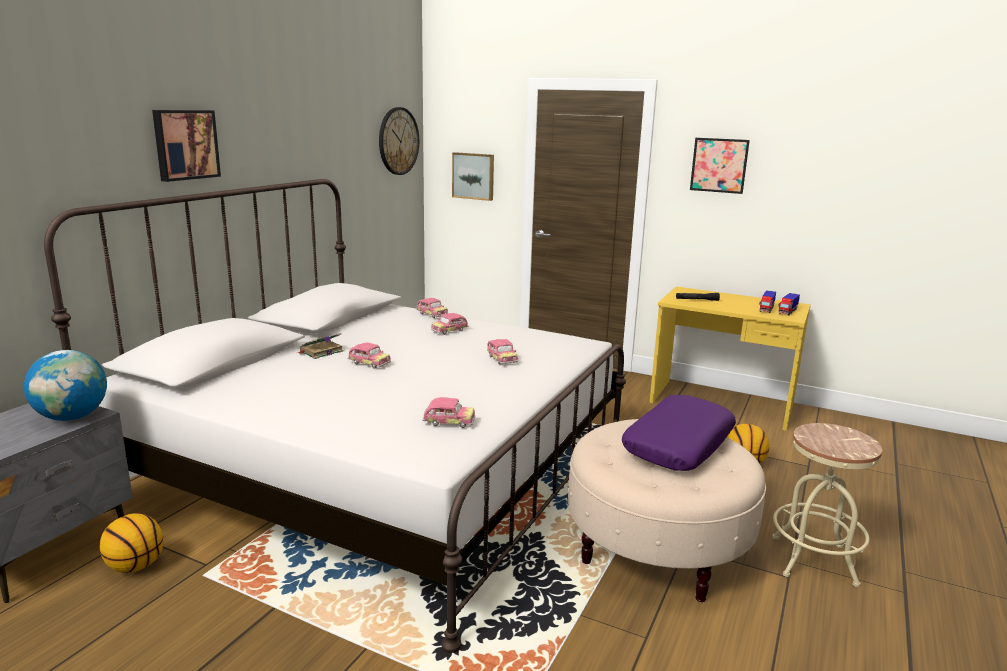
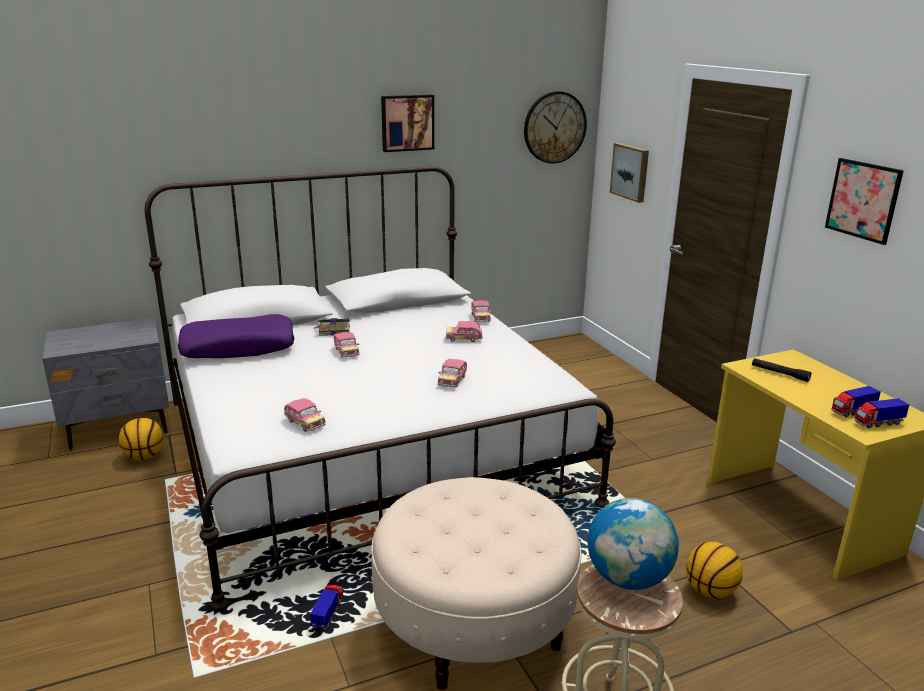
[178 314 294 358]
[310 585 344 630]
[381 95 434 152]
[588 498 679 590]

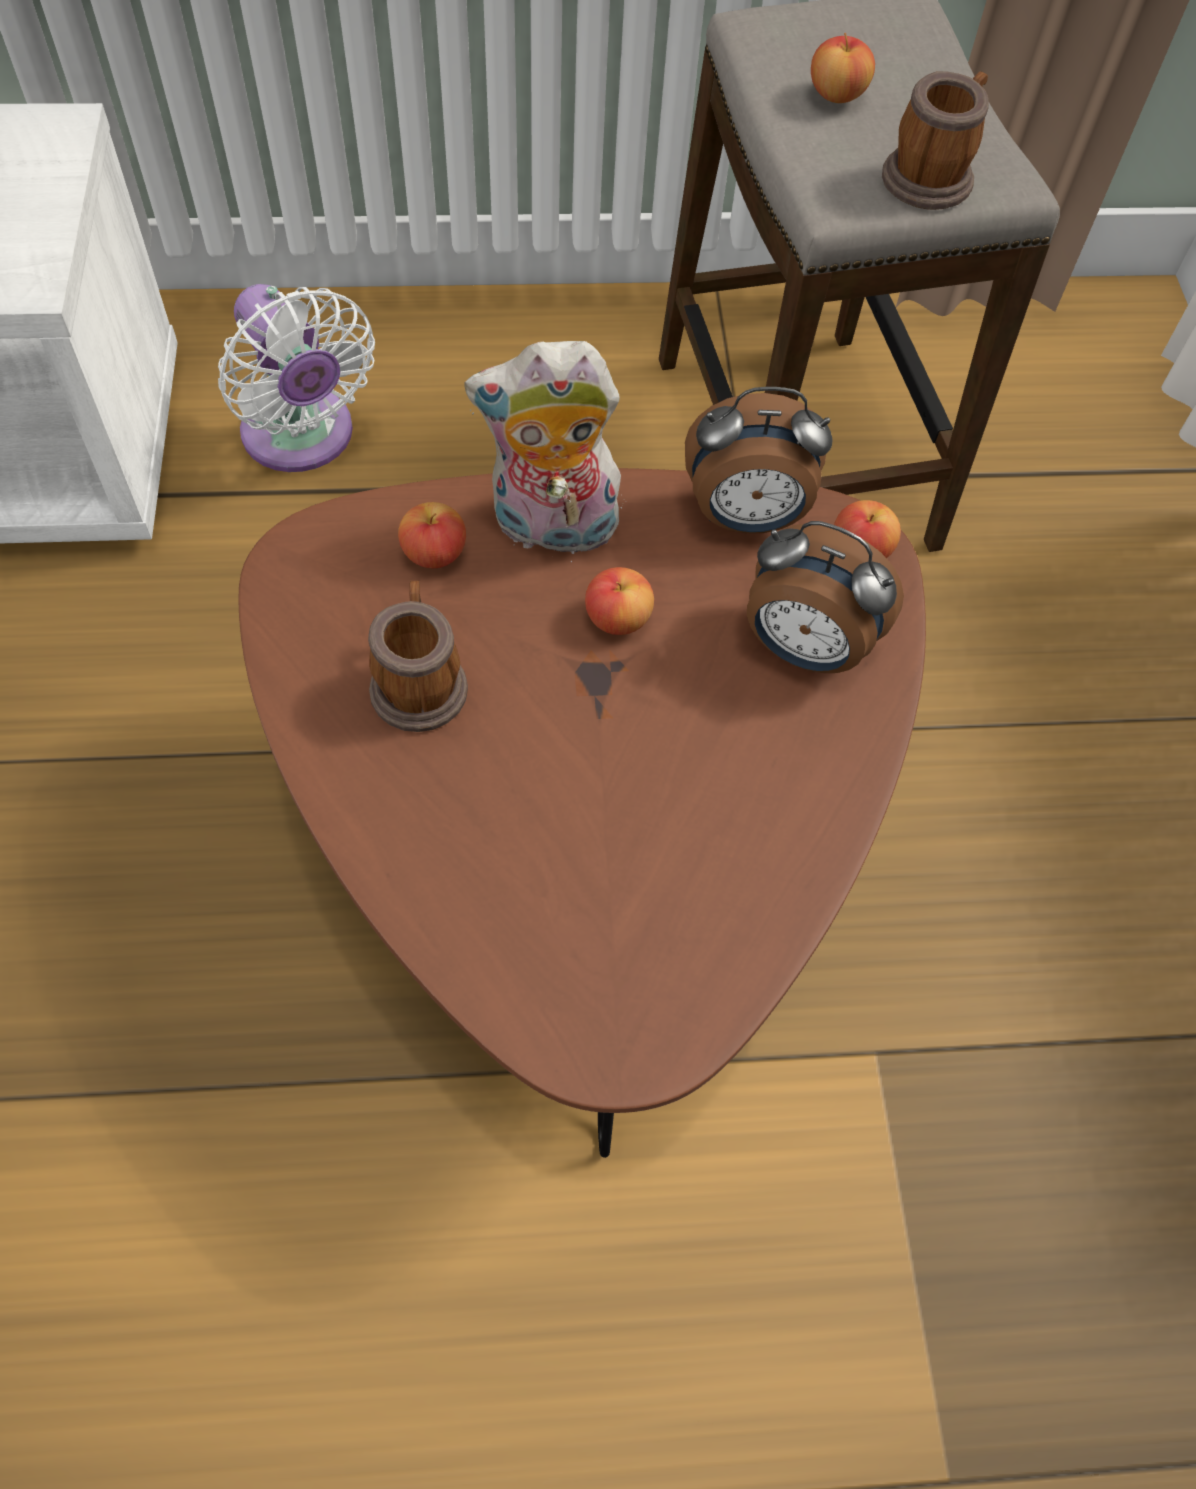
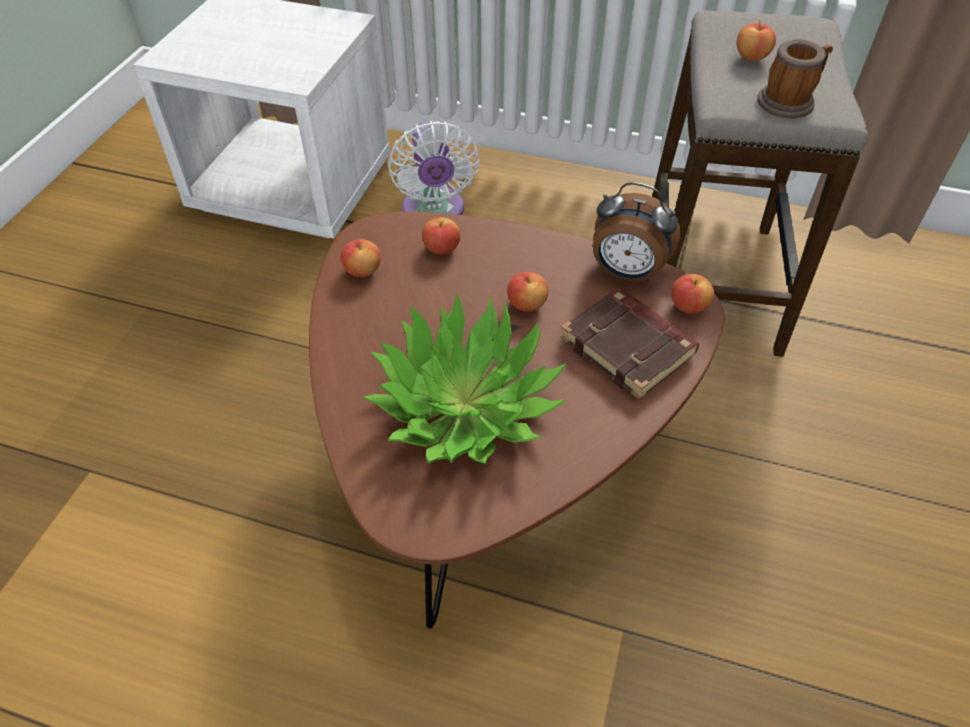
[341 239 381 277]
[363 294 567 464]
[560 288 699 399]
[368 581 468 732] (first image)
[464 341 622 562] (first image)

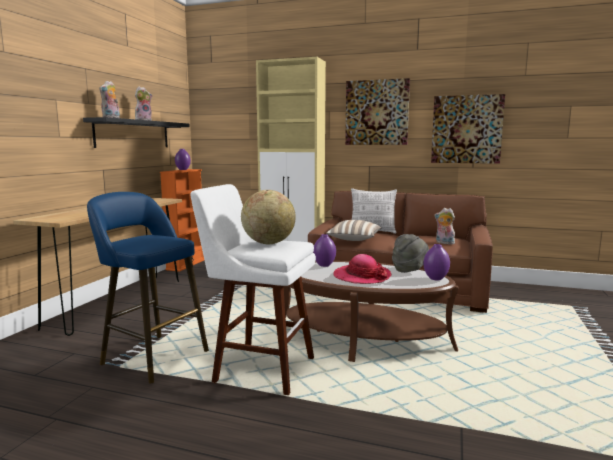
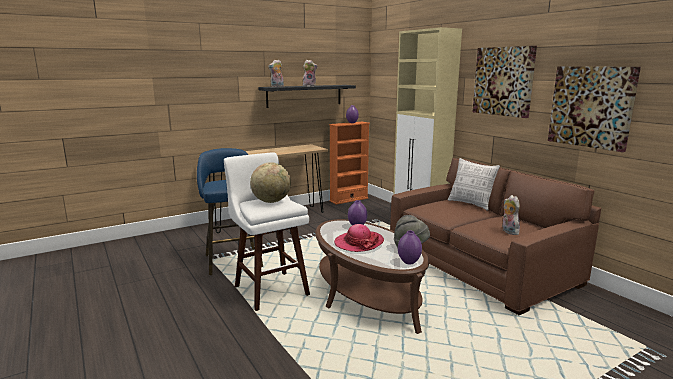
[326 220 381 241] (first image)

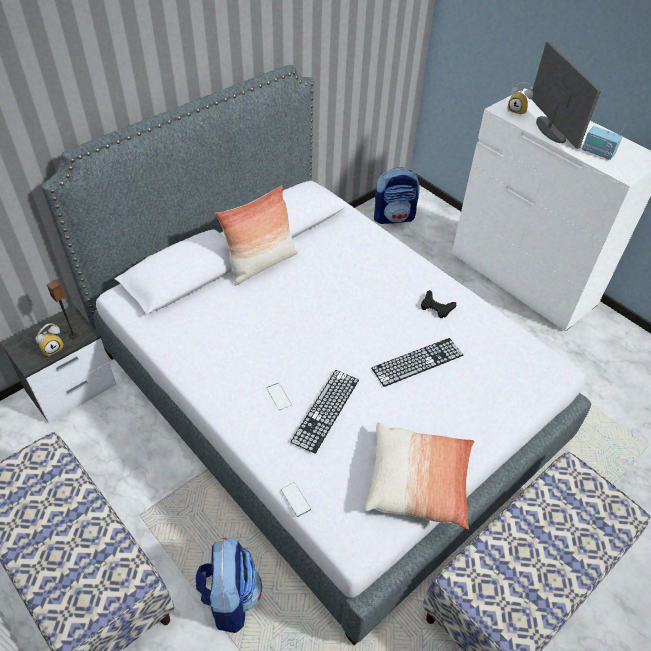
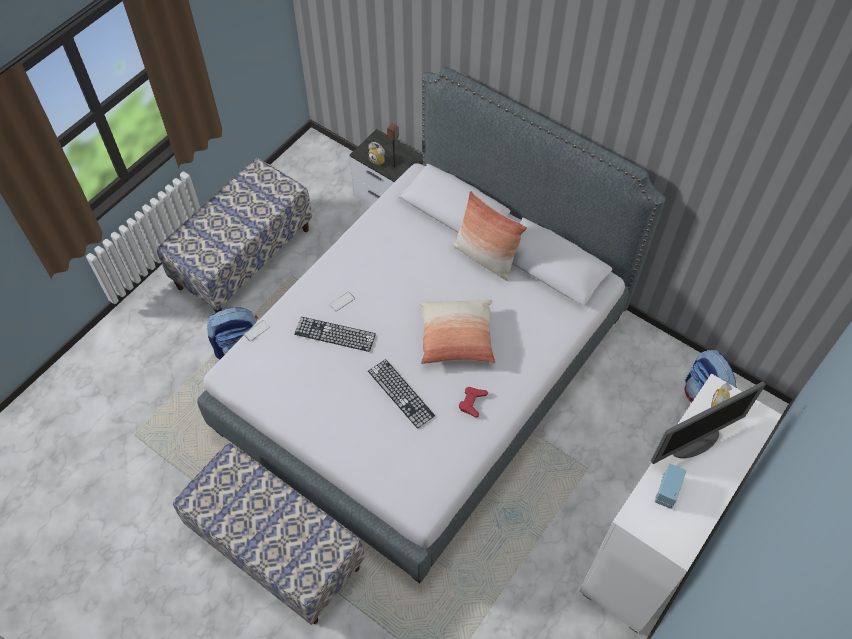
[419 300 495 364]
[459 387 488 418]

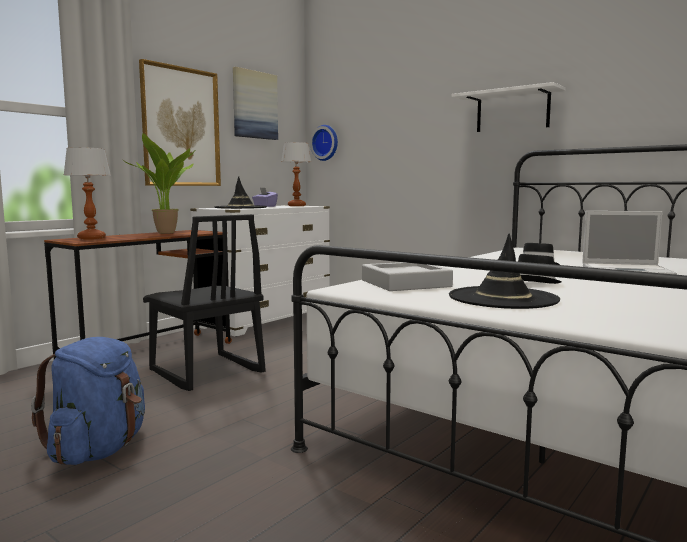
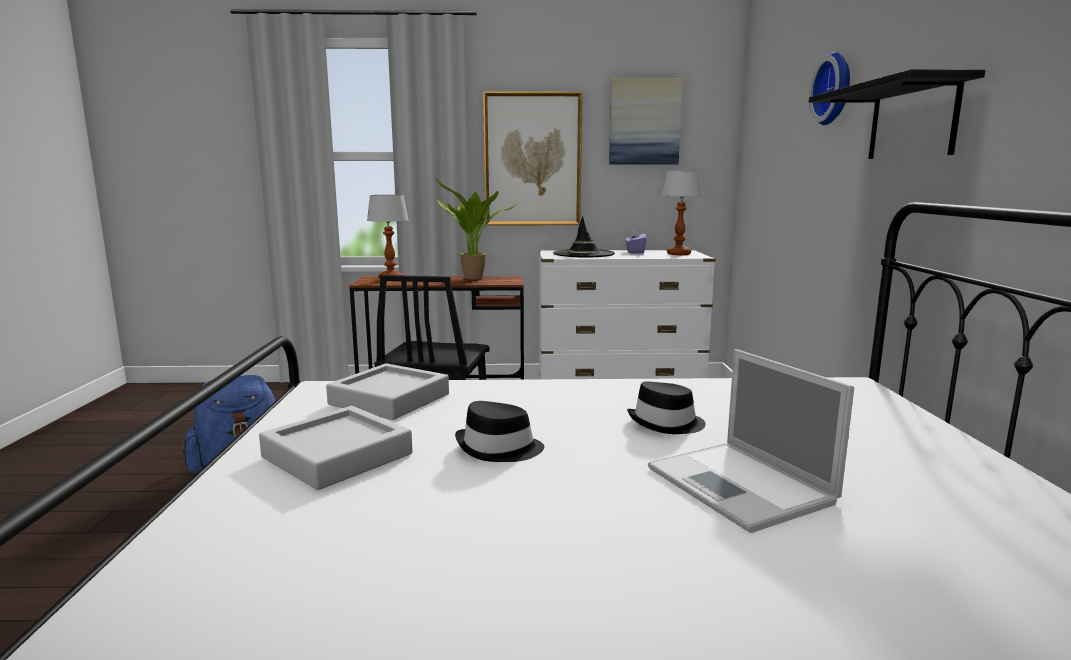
[259 406 412 490]
[809 52 850 125]
[809 69 985 159]

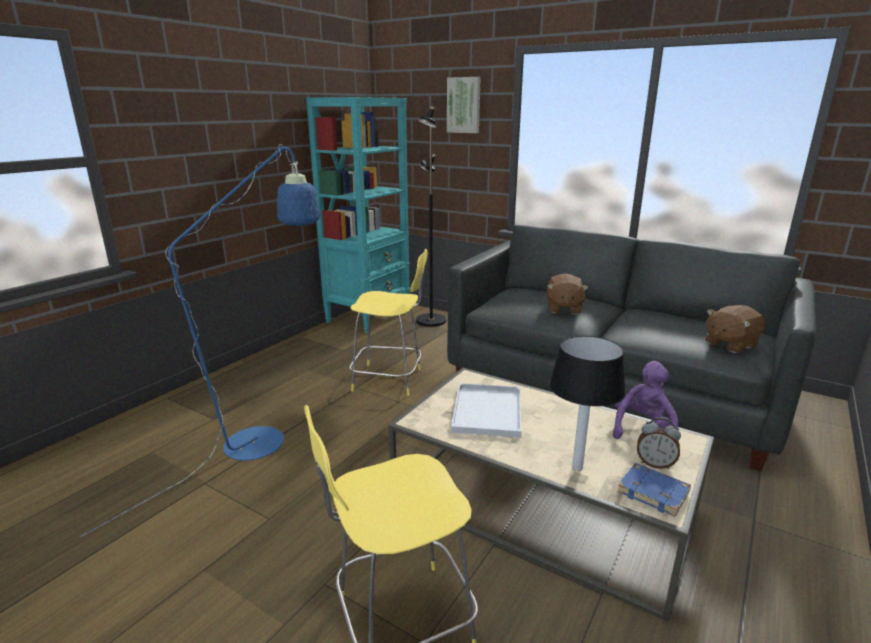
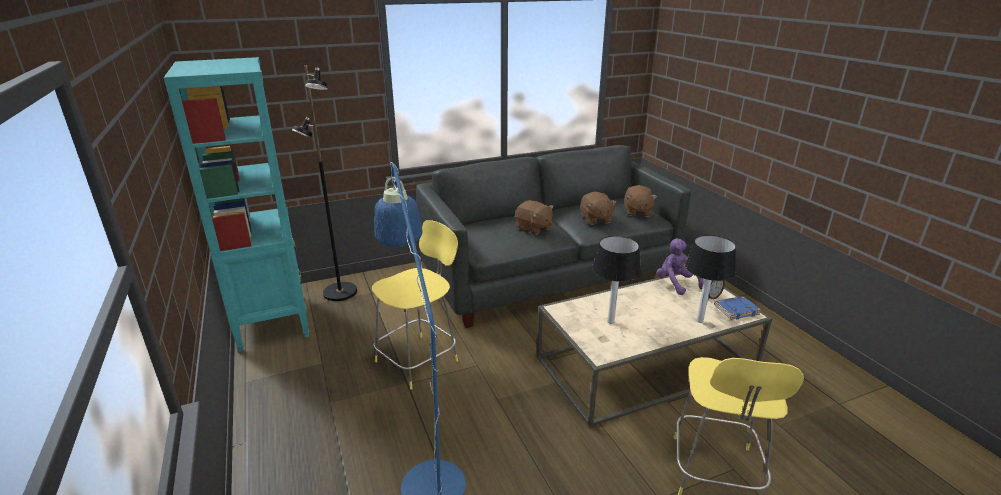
[581 192 617 225]
[593 236 641 324]
[447 77 481 133] (first image)

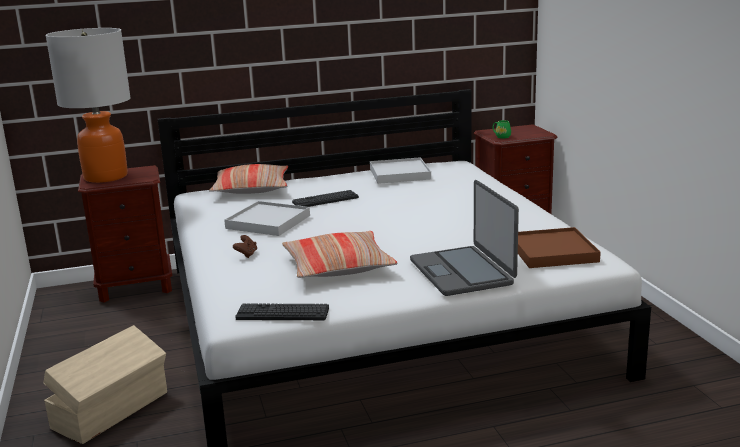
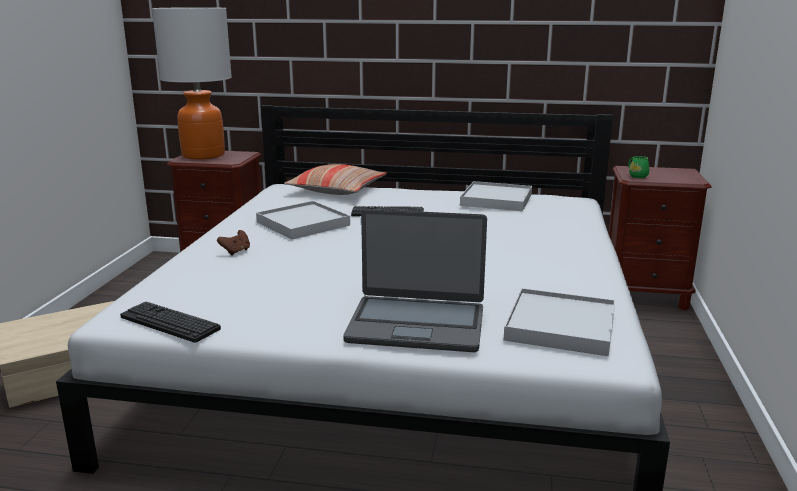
[343 209 487 352]
[504 288 615 356]
[282 231 397 278] (first image)

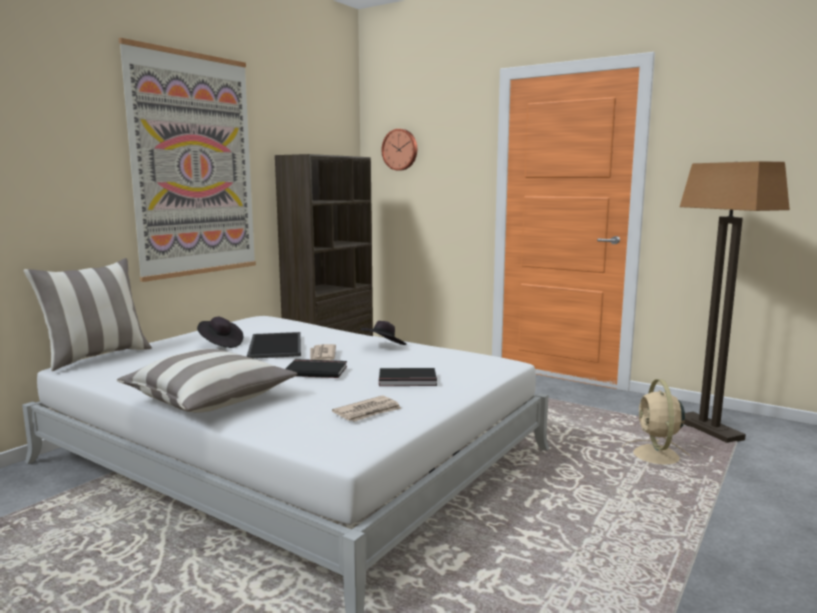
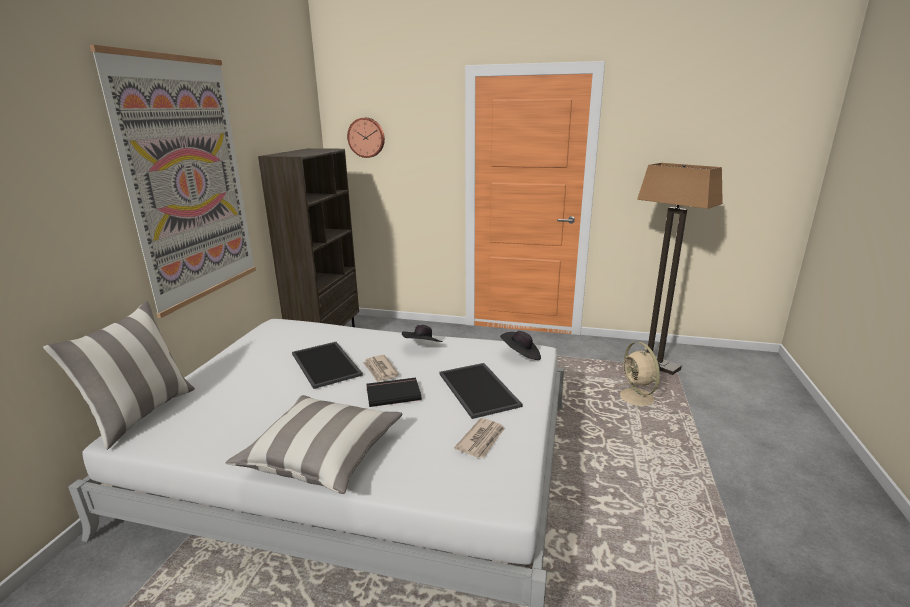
[439 363 523 419]
[500 331 541 360]

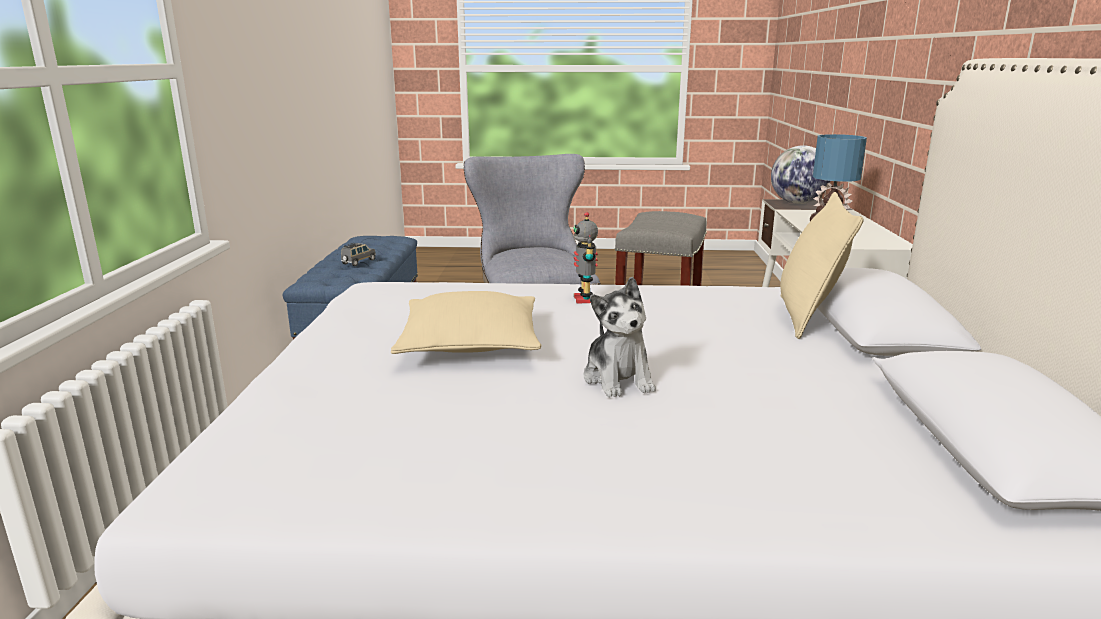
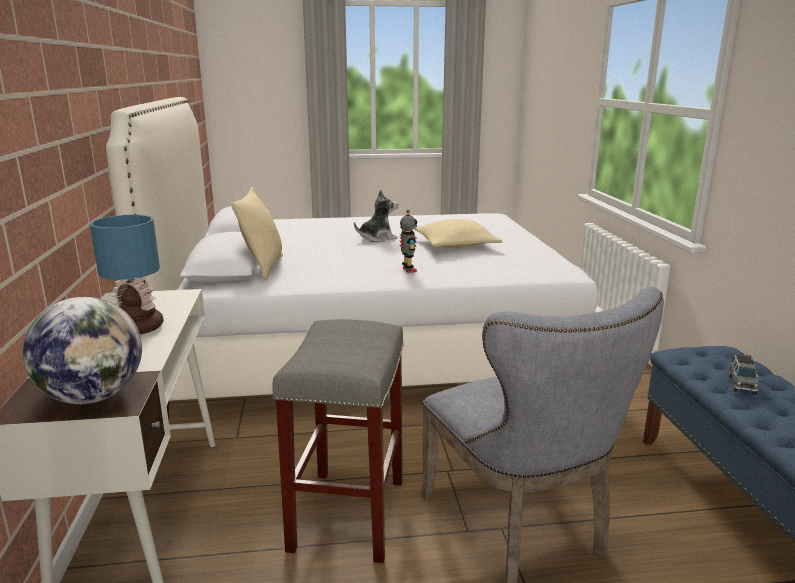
[354 190 398 242]

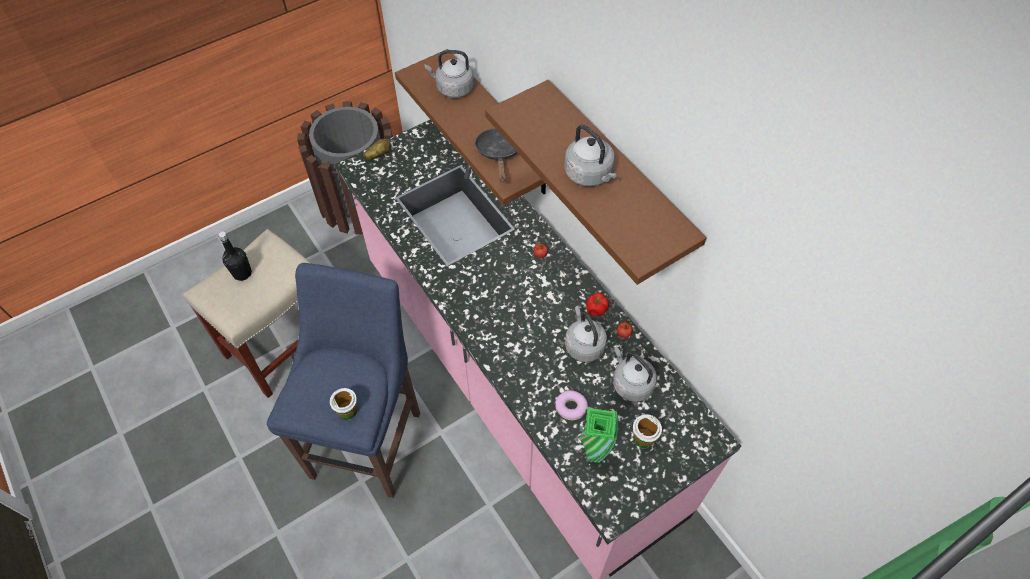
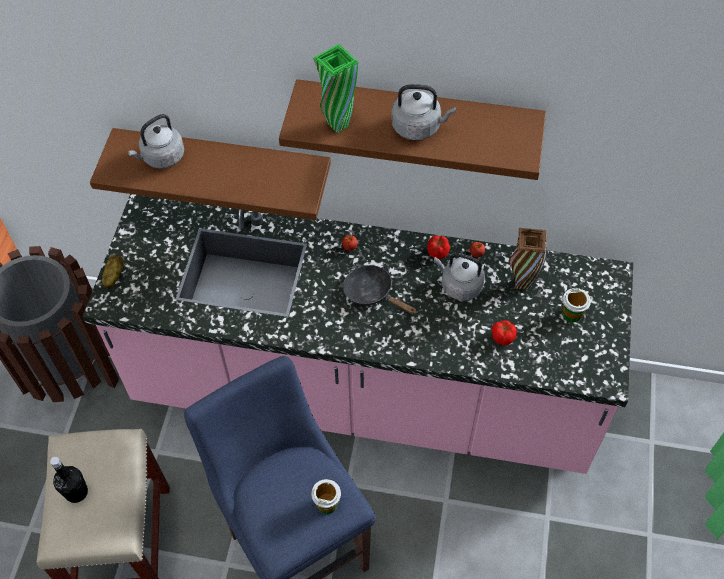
[313 44 358 133]
[343 265 417 315]
[492 320 517 346]
[509 228 547 290]

